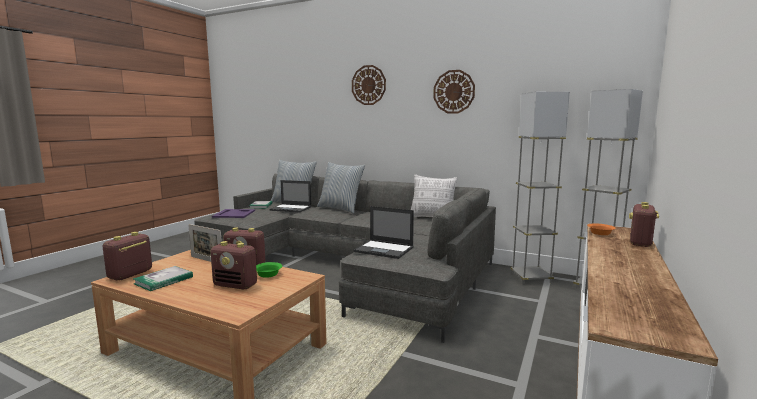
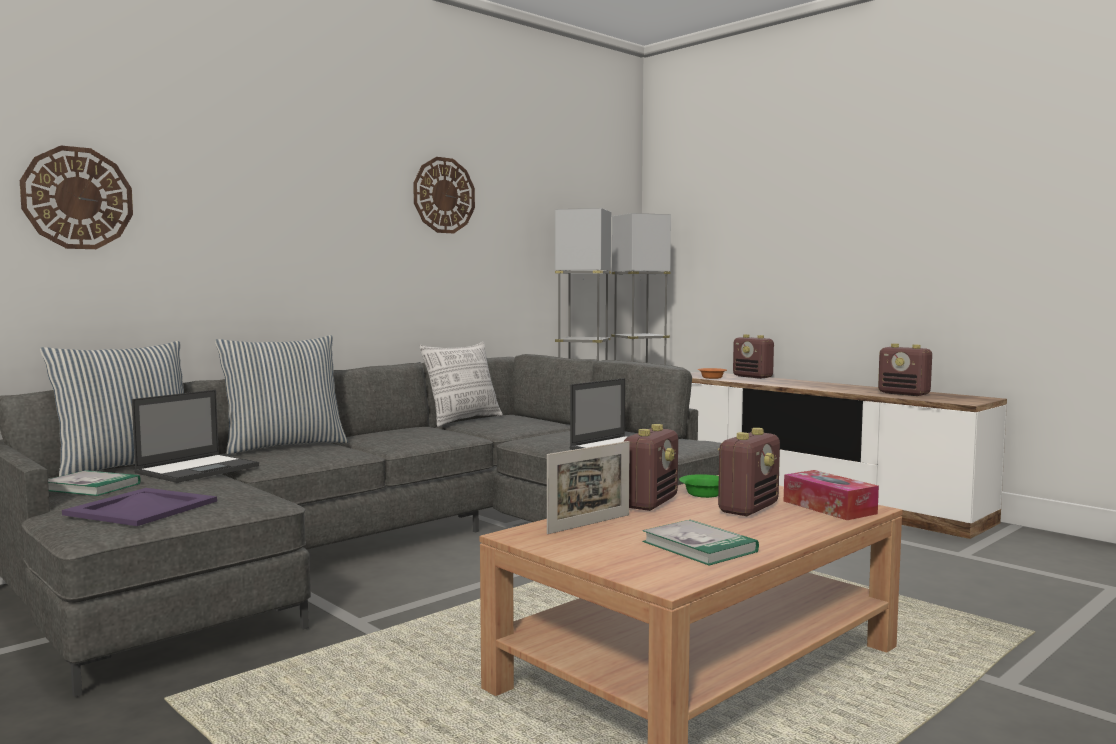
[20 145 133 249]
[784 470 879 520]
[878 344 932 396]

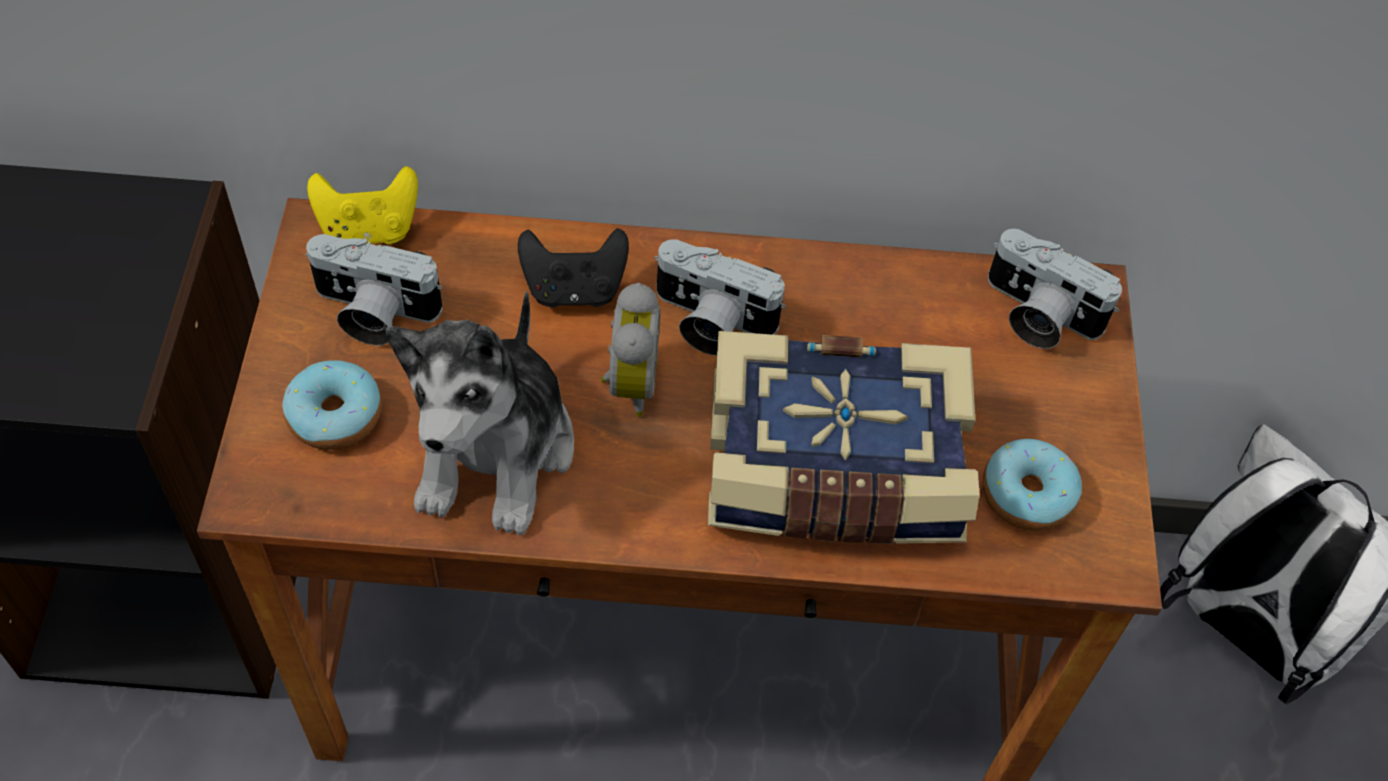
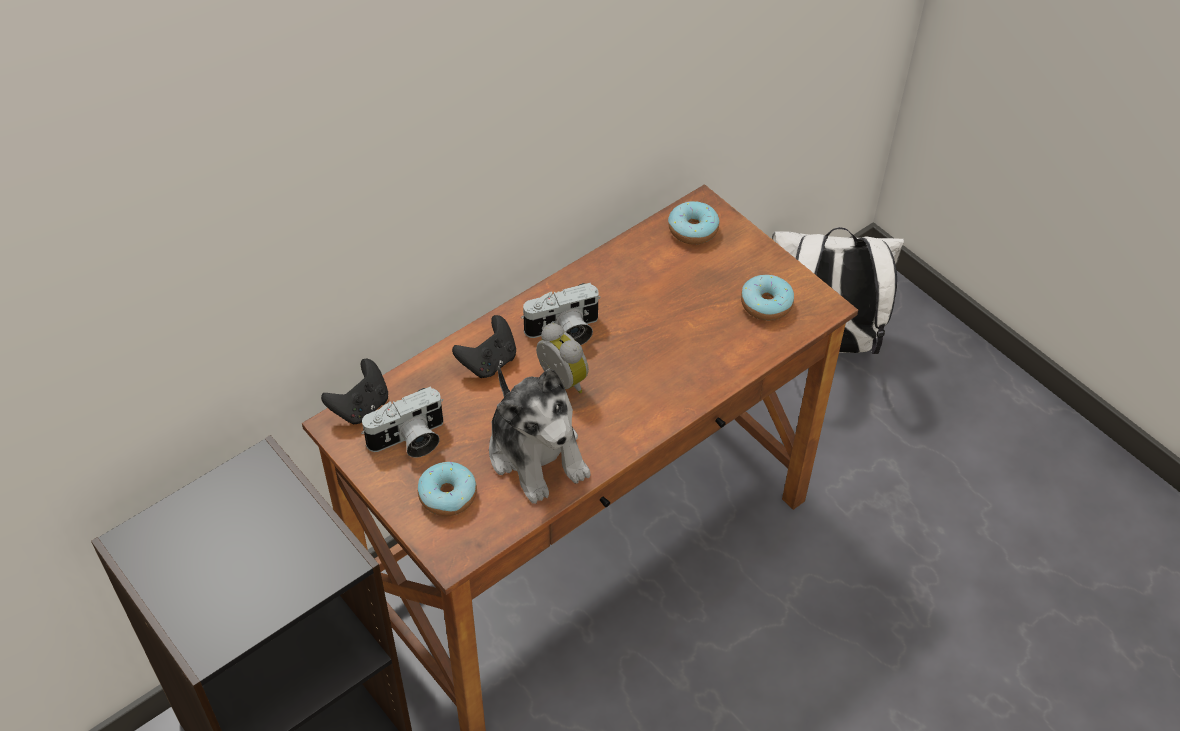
[321 359 388 424]
[668 201 719 245]
[707 331 980 544] (first image)

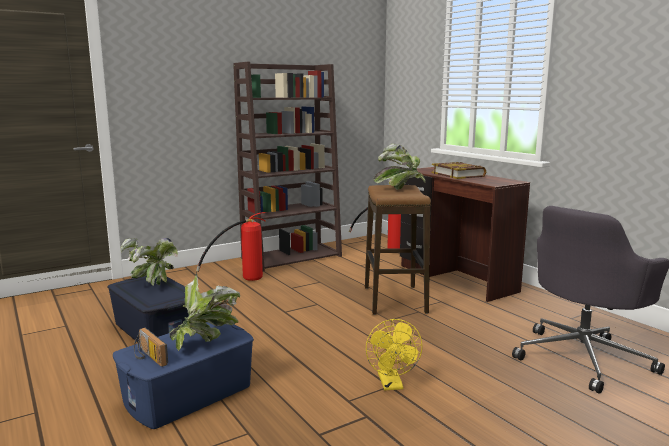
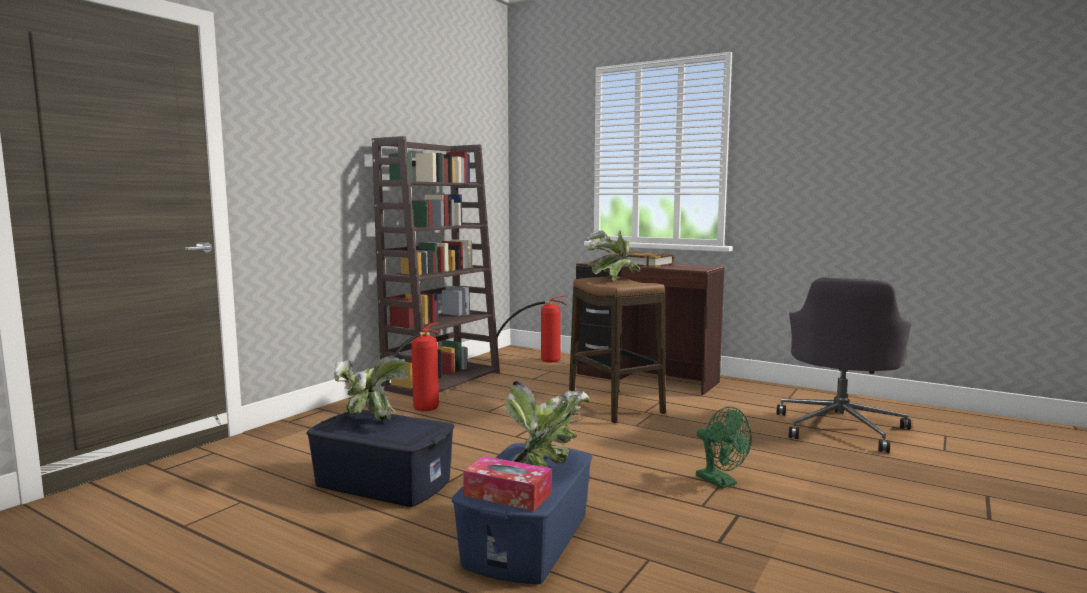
[463 456 552 511]
[696 406 752 489]

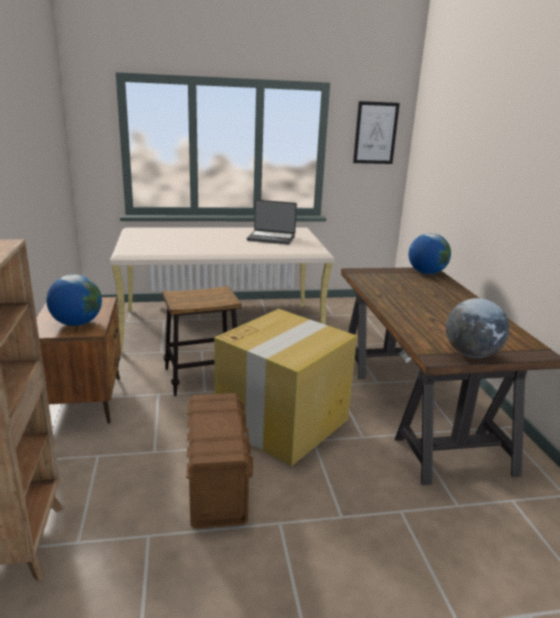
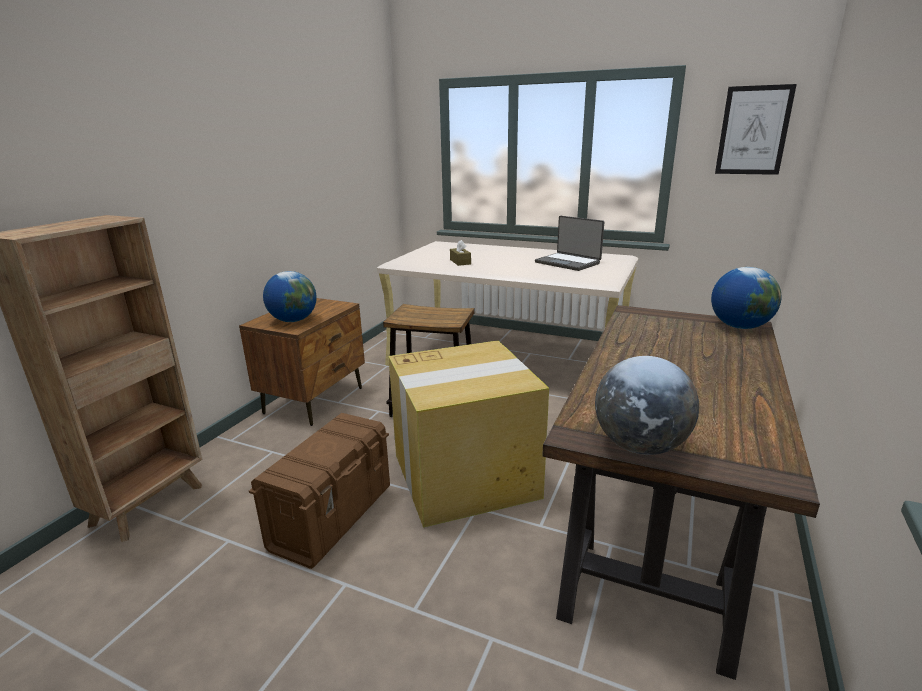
[450 240 471 266]

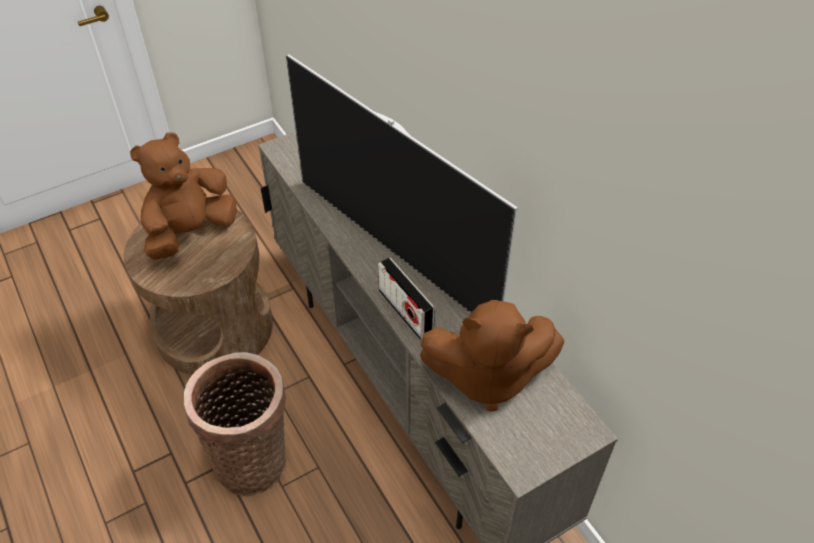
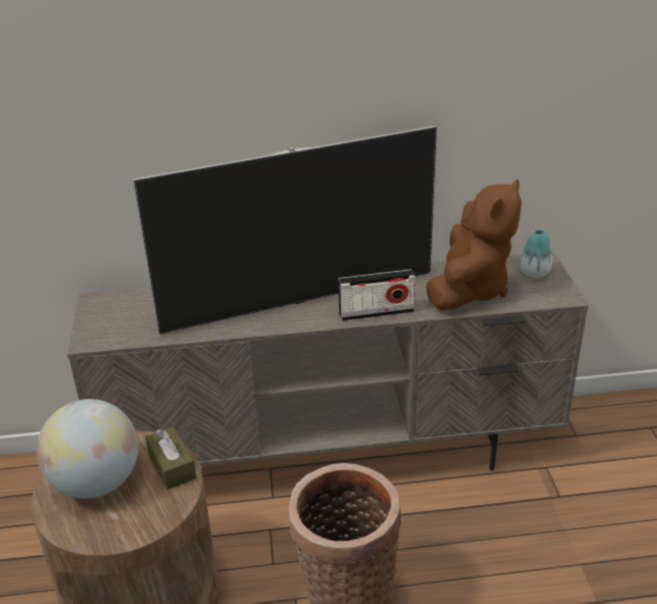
[37 399 138 499]
[145 426 196 490]
[520 229 552 278]

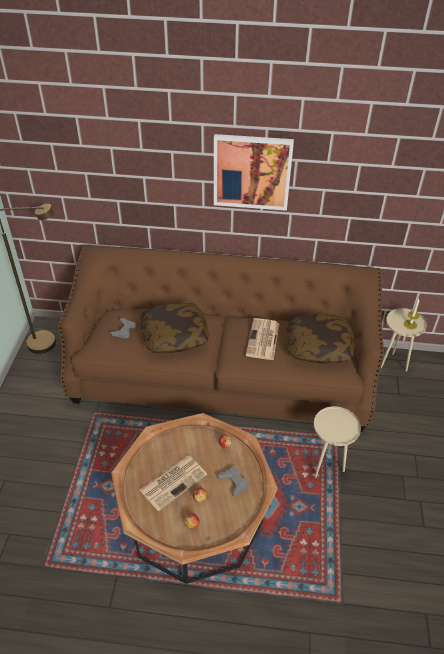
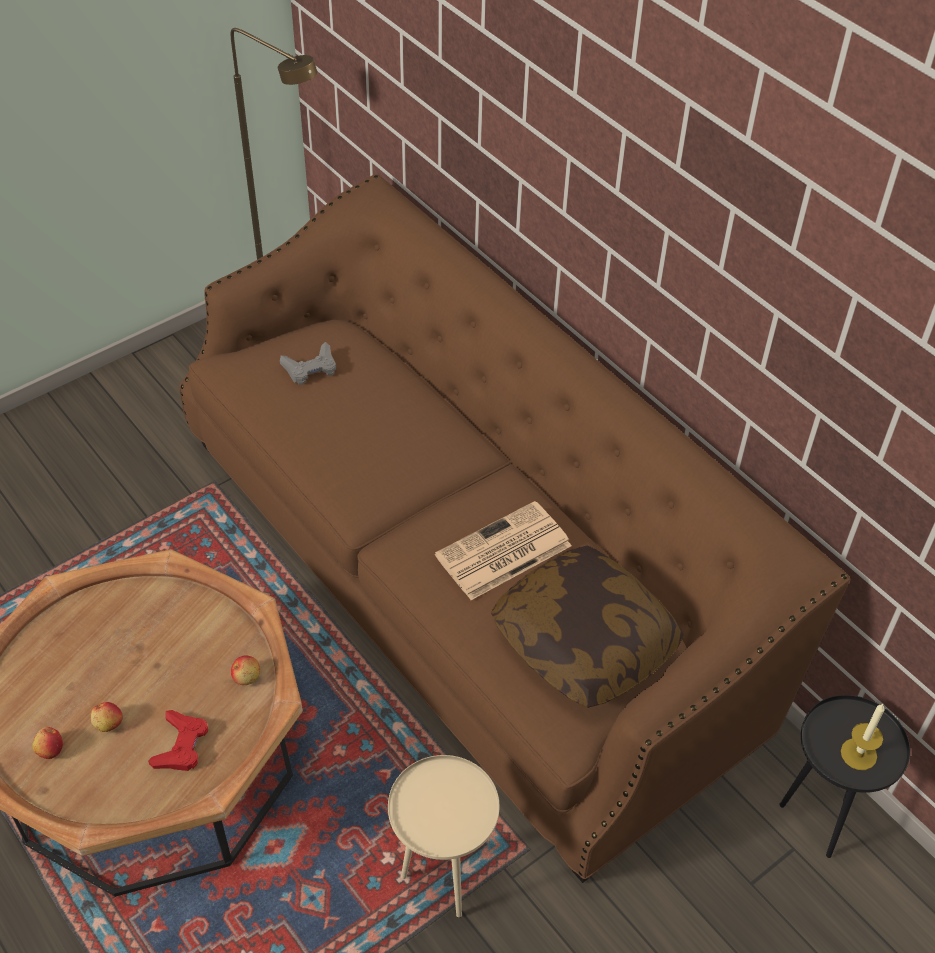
[148 710 208 771]
[779 695 910 858]
[139 455 207 511] (first image)
[140 303 209 353] (first image)
[214 134 294 211] (first image)

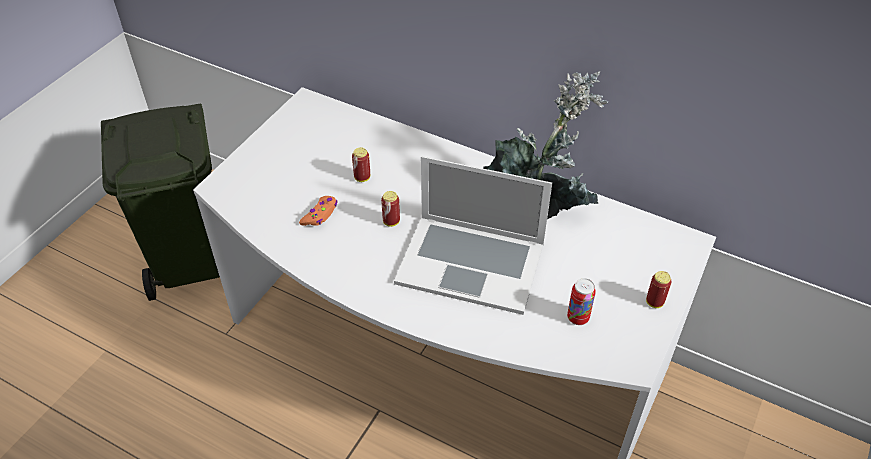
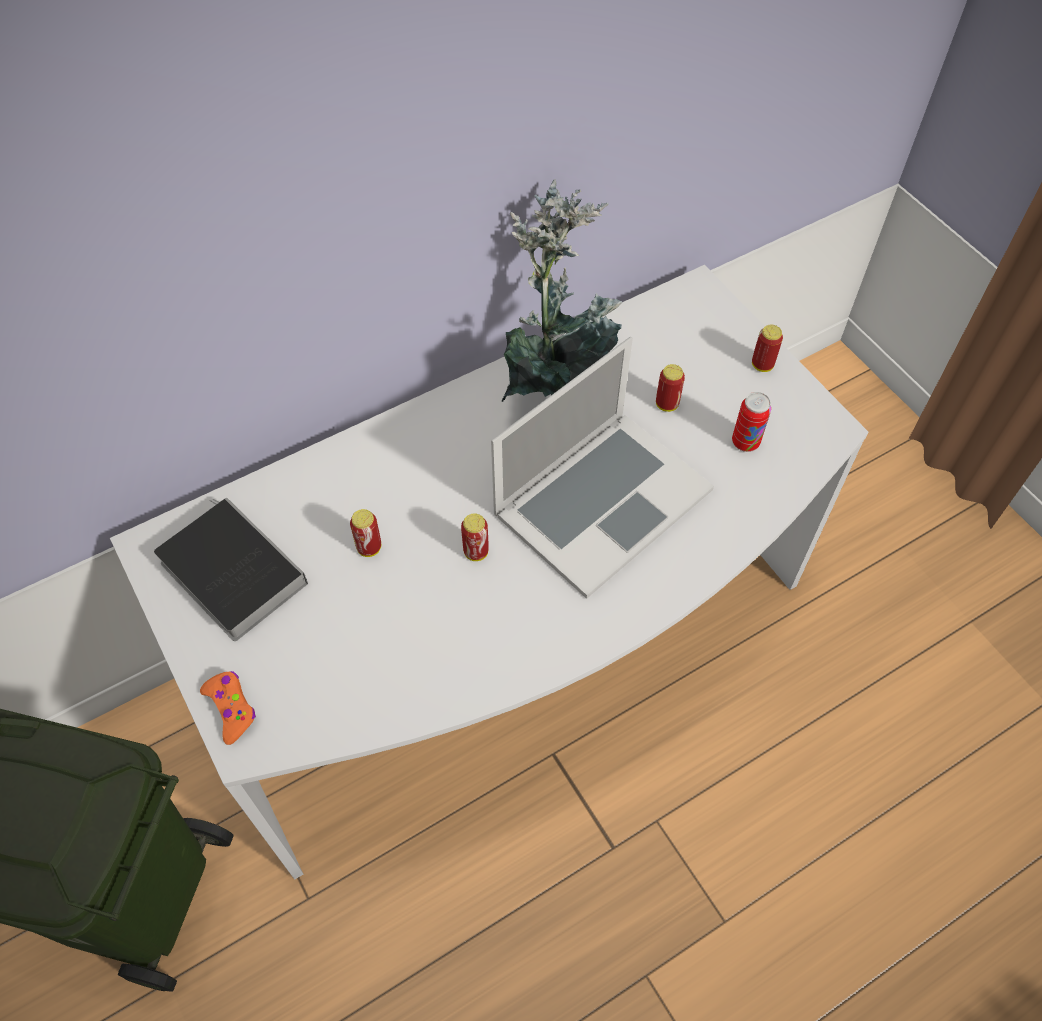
[154 497 308 641]
[200 671 256 745]
[656 364 685 412]

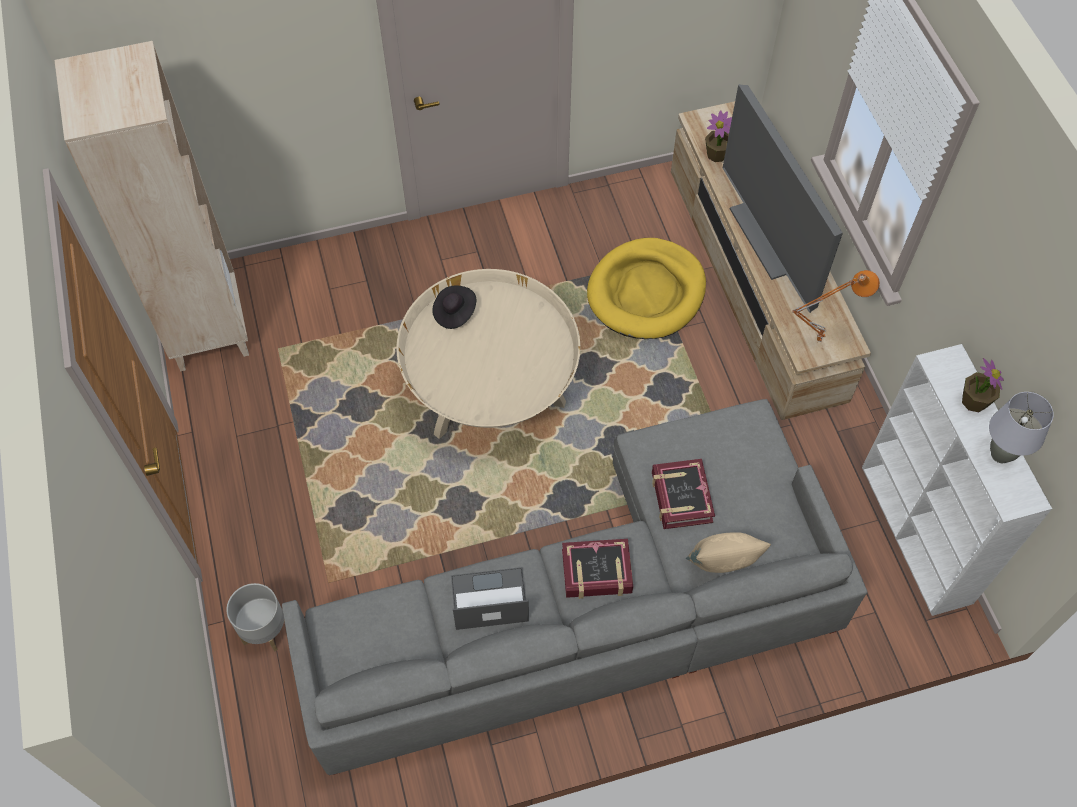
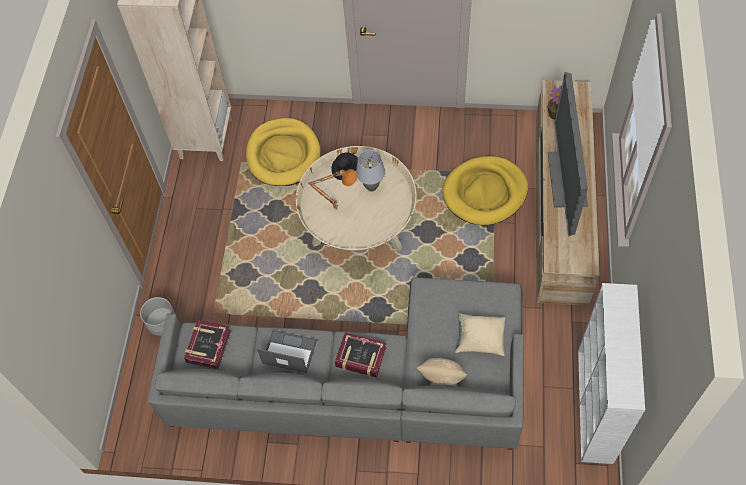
[184 320 231 369]
[246 118 321 186]
[308 169 357 210]
[356 150 385 192]
[455 313 505 356]
[962 358 1004 412] (first image)

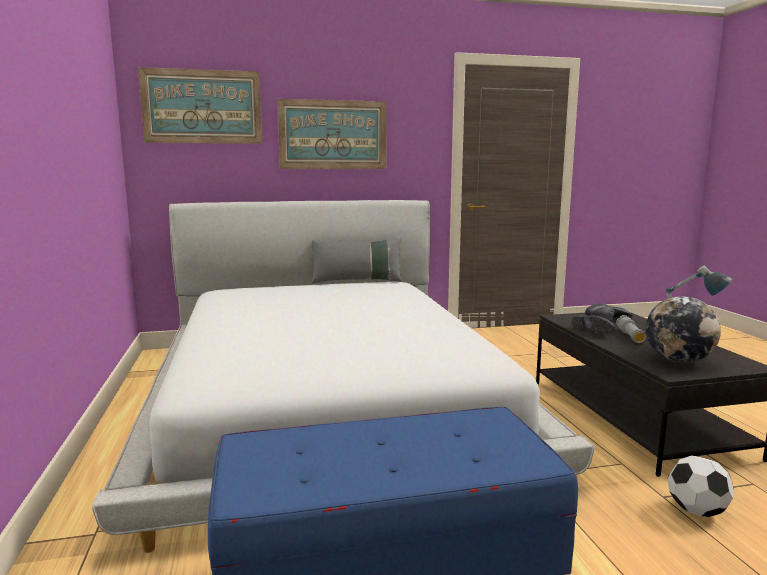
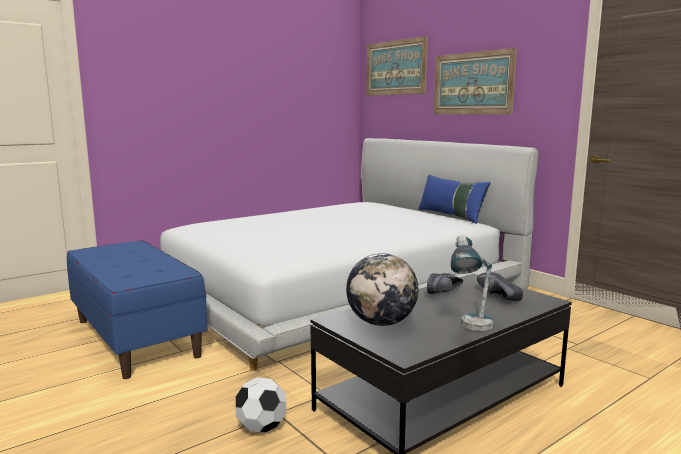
[418 175 491 224]
[616 315 646 343] (first image)

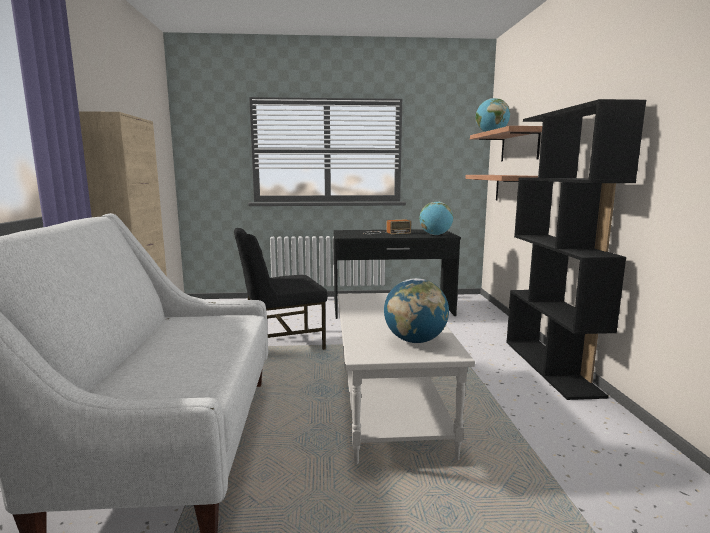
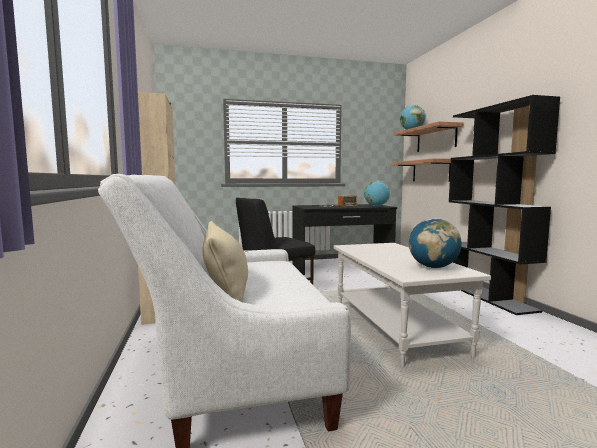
[202 221 248 302]

